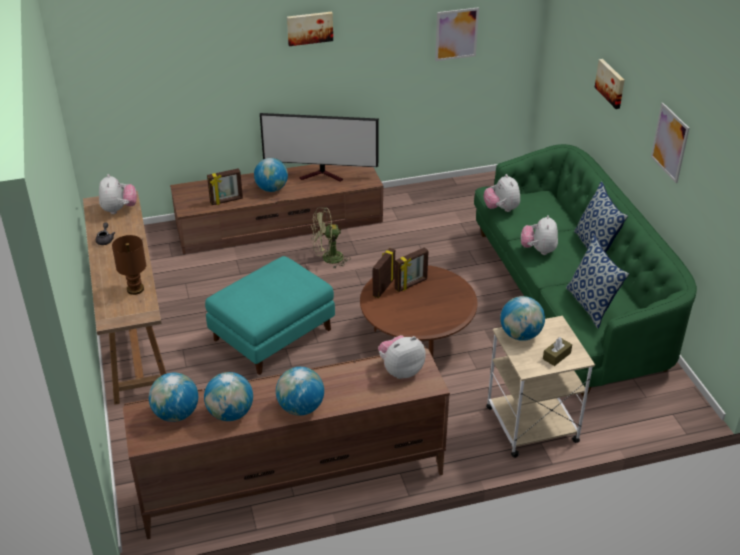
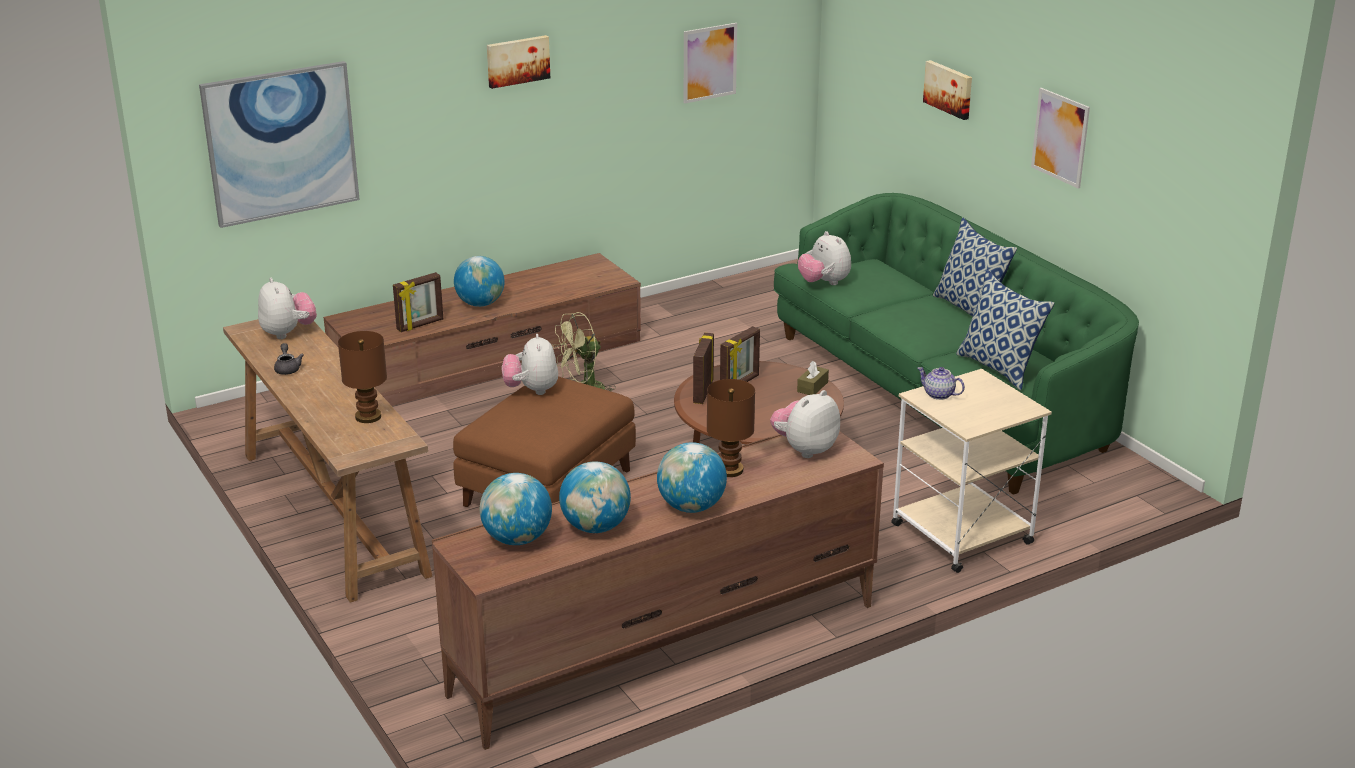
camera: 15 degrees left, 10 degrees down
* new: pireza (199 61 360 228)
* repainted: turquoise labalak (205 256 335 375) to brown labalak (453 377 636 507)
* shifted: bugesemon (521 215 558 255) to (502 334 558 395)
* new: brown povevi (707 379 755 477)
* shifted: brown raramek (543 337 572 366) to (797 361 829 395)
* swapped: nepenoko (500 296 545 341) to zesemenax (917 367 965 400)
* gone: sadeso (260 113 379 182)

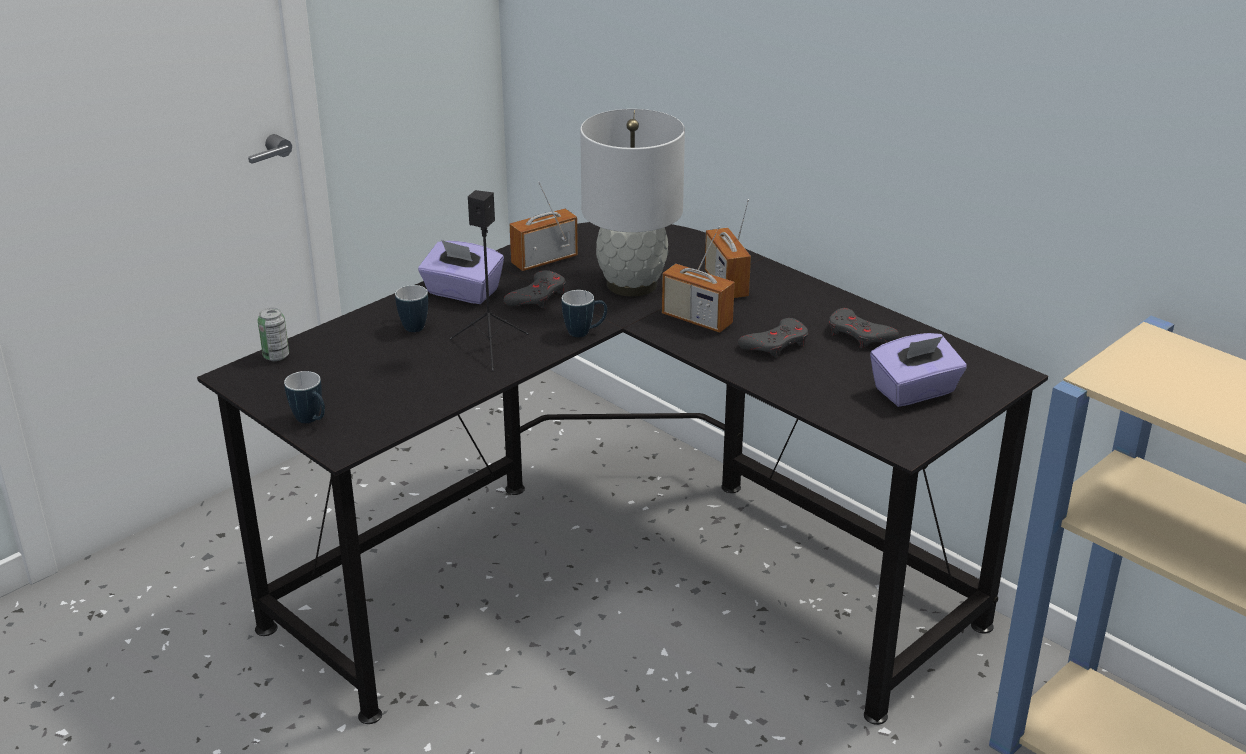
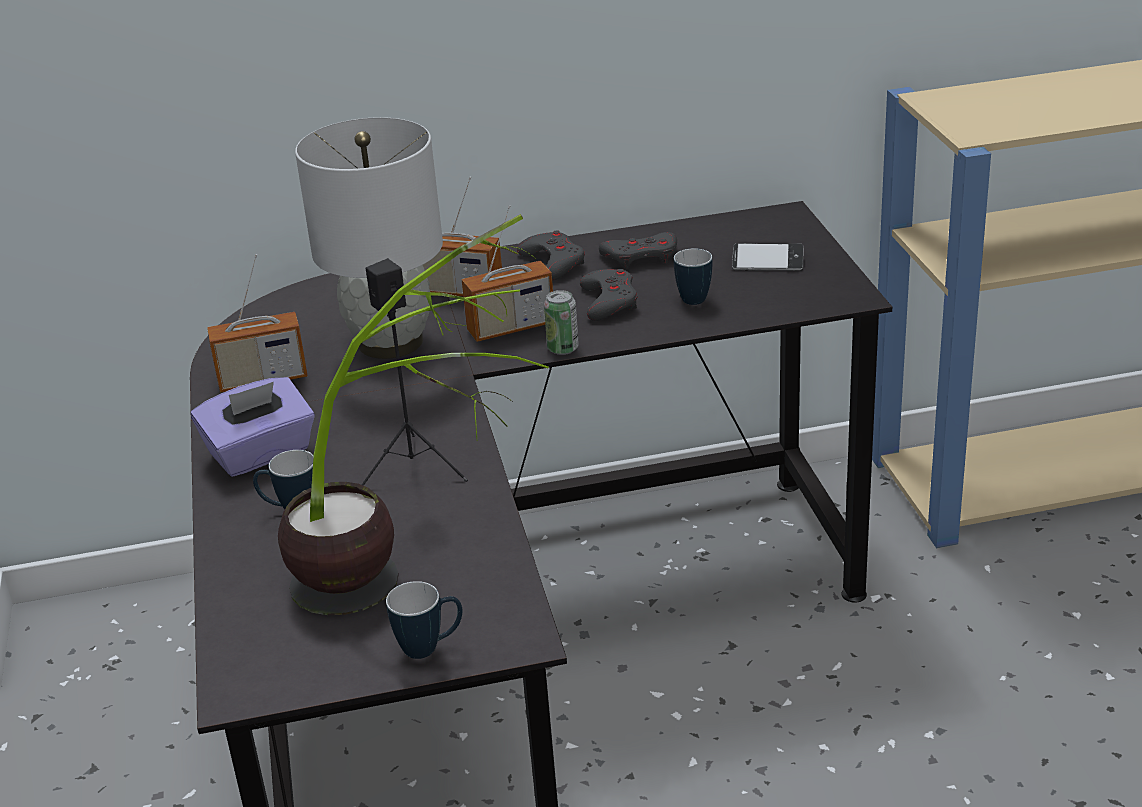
camera: 55 degrees left, 0 degrees up
* rotated: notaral (510 182 578 271) = (207 254 308 393) 105 degrees counterclockwise
* new: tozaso (278 214 549 615)
* shifted: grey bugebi (504 270 566 308) to (517 230 585 280)
* shifted: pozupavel (258 308 289 361) to (544 290 579 355)
* shifted: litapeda (562 290 607 337) to (674 248 713 305)
* swapped: purple raramek (870 333 967 407) to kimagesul (732 243 804 271)

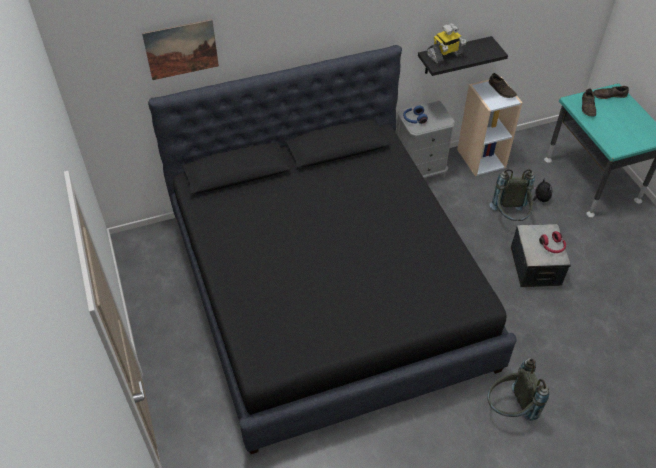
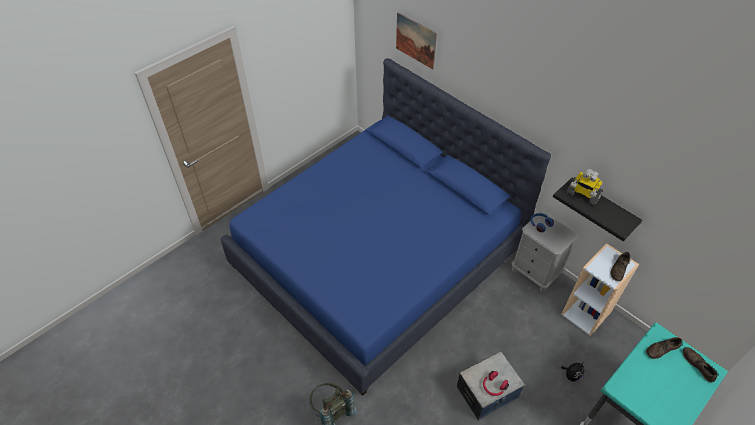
camera: 65 degrees right, 0 degrees up
* repainted: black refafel (148 45 517 454) to blue refafel (221 58 551 395)
* gone: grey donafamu (489 169 535 221)

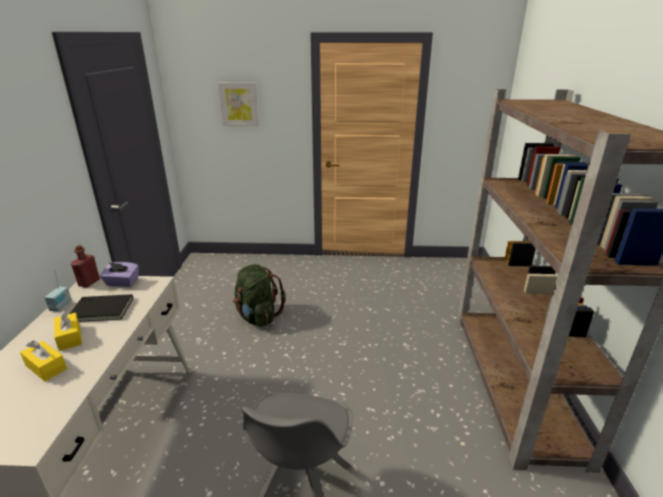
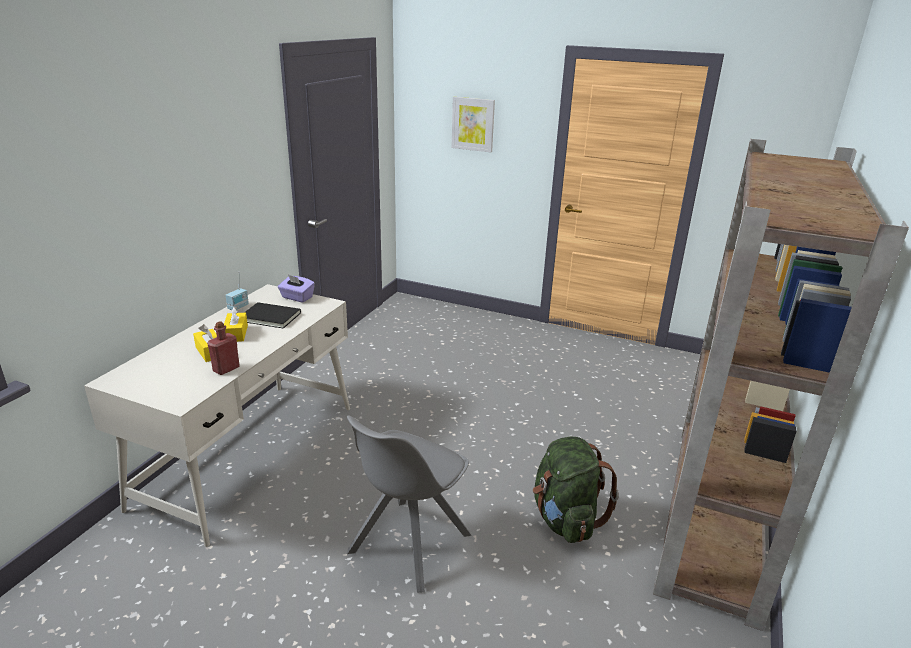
camera: 20 degrees right, 0 degrees up
* shifted: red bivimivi (71 245 100 288) to (207 321 240 375)
* shifted: green donafamu (233 264 285 327) to (533 437 619 543)

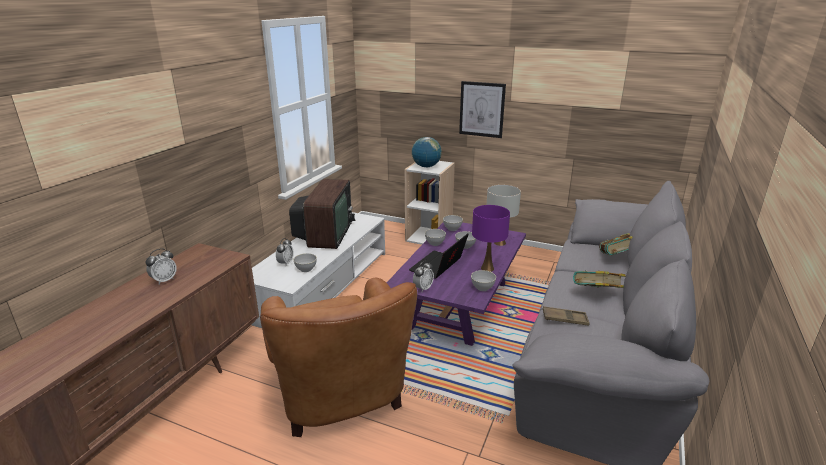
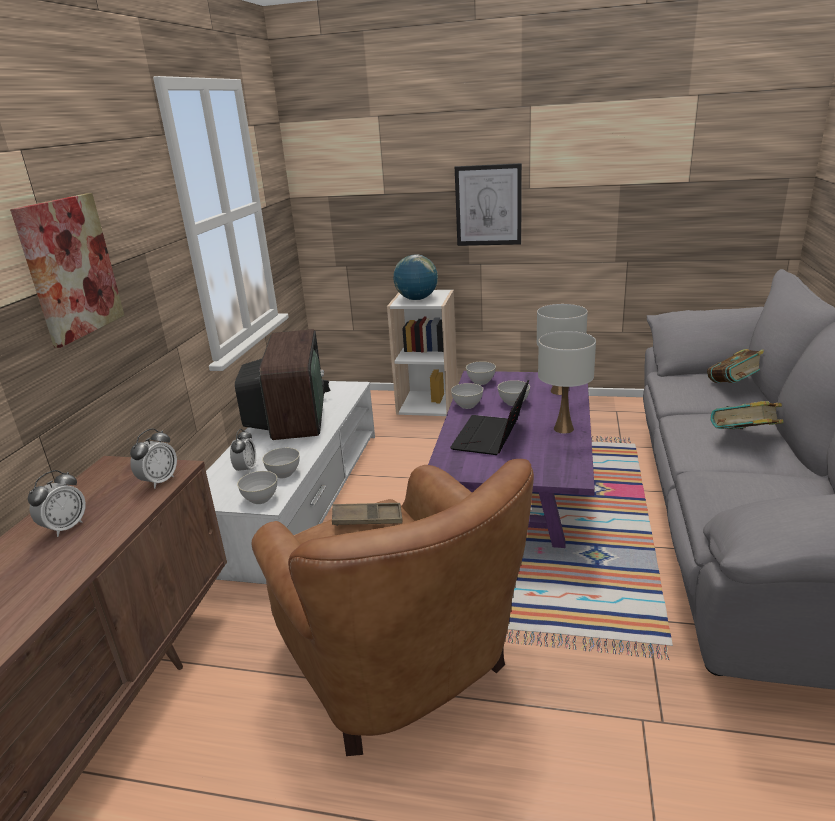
camera: 10 degrees left, 0 degrees up
* new: pireza (10 193 125 348)
* shifted: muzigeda (413 261 434 292) to (130 428 177 489)
* shifted: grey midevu (471 270 496 291) to (237 471 277 504)
* shifted: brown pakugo (543 306 590 326) to (332 503 402 526)
* repainted: purple povevi (472 205 510 272) to white povevi (538 331 596 434)

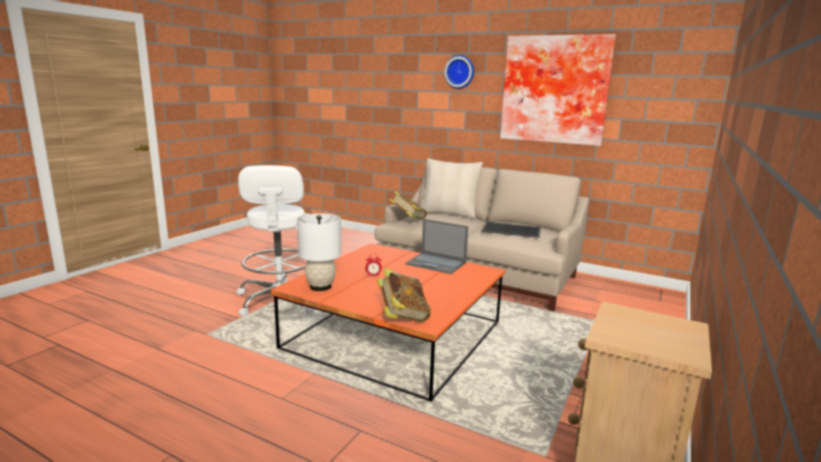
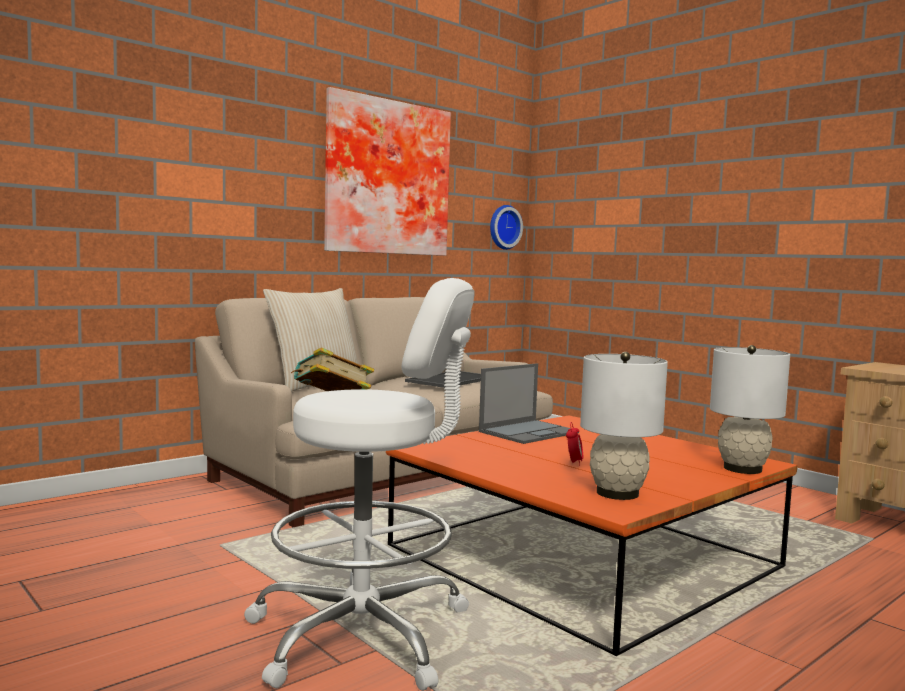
camera: 70 degrees left, 10 degrees down
* shifted: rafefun (444 55 474 89) to (490 205 523 250)
* swapped: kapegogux (377 268 431 323) to white povevi (710 345 790 474)

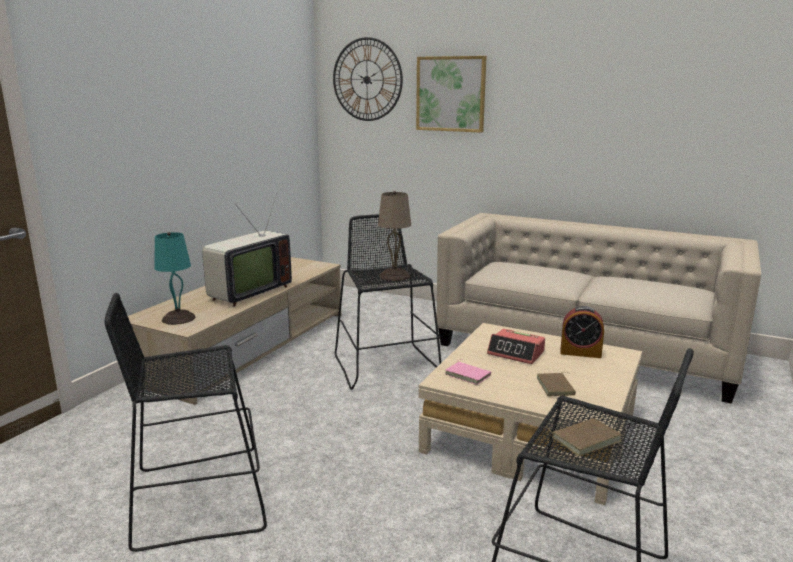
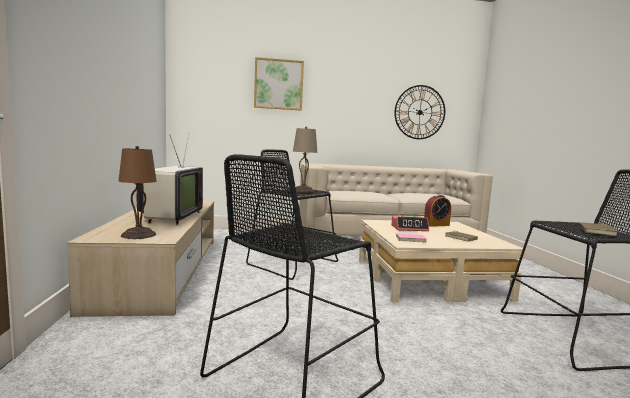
camera: 35 degrees left, 10 degrees down
* repainted: turquoise povevi (154 232 195 325) to brown povevi (118 146 157 239)
* shifted: rafefun (333 37 403 121) to (394 85 445 139)

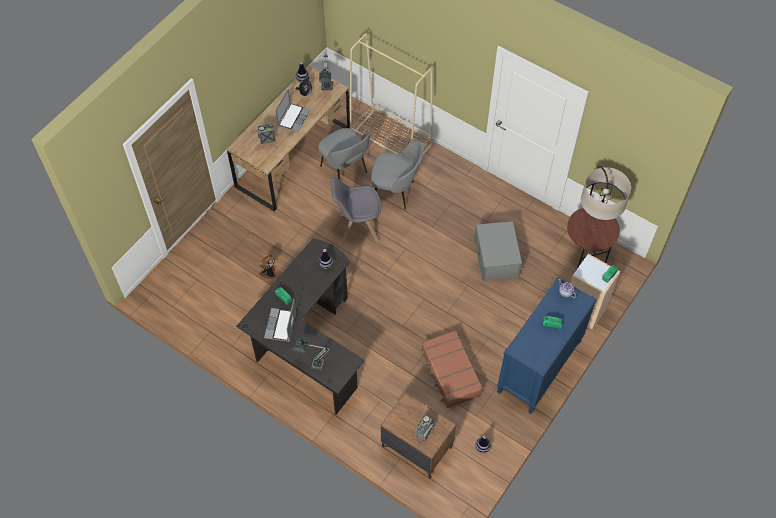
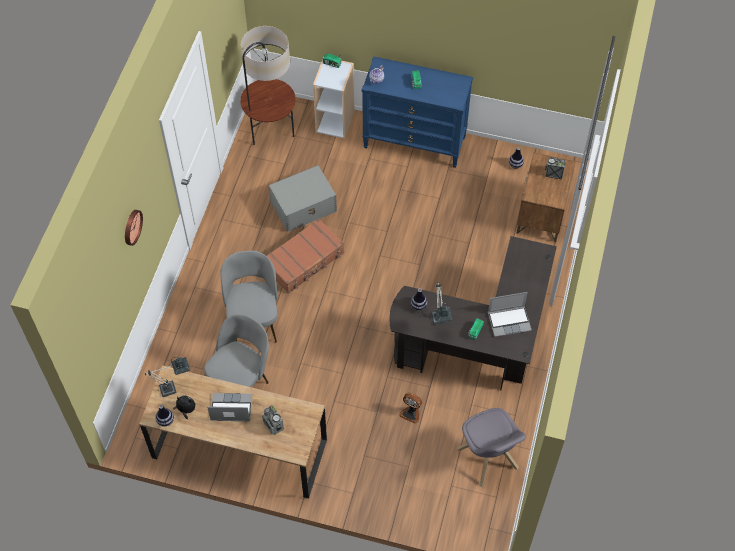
camera: 110 degrees left, 0 degrees up
* new: rafefun (125 210 143 246)
* shifted: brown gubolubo (421 330 483 408) to (267 218 344 293)
* shifted: povevi (291 338 331 371) to (431 282 452 324)
* shifted: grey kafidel (330 177 381 245) to (457 408 526 487)
* gone: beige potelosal (350 33 432 155)

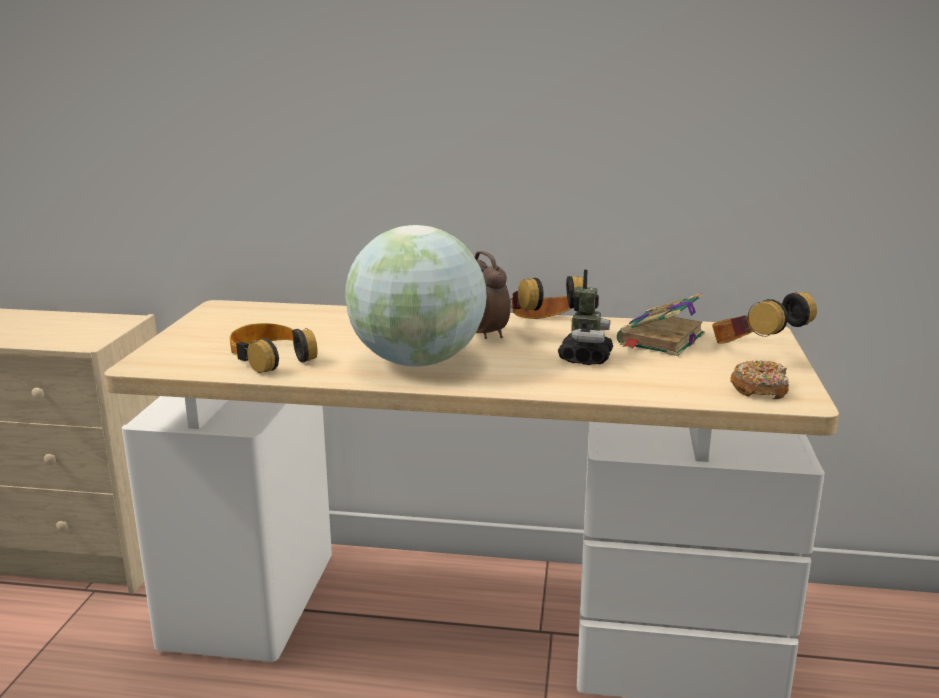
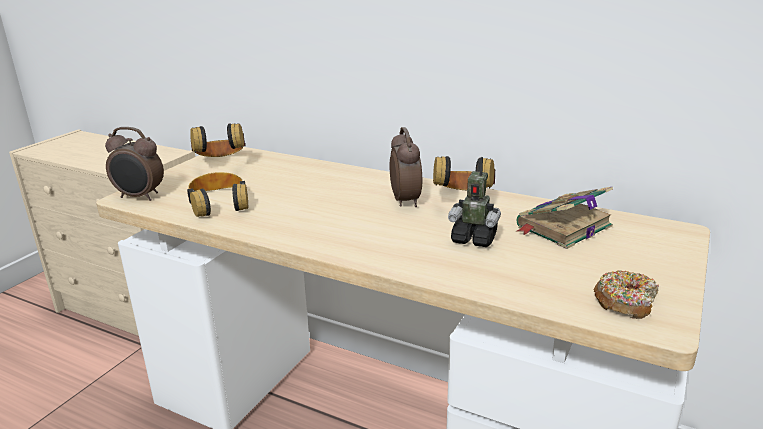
camera: 20 degrees right, 5 degrees up
* new: muzigeda (105 127 164 201)
* shifted: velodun (712 292 817 344) to (190 123 245 157)
* rotated: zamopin (558 269 613 365) = (448 157 501 247) 75 degrees clockwise
* gone: nepenoko (345 225 487 367)

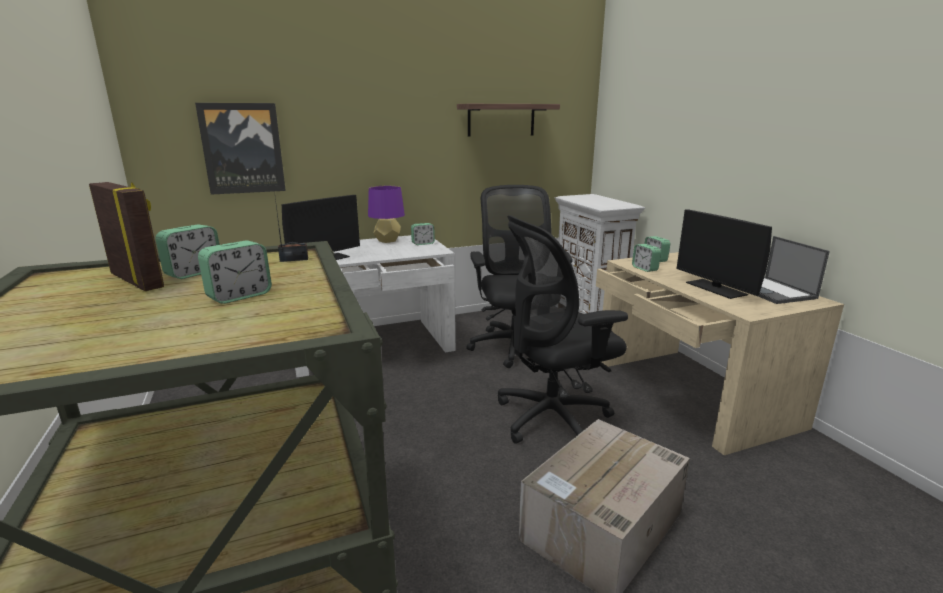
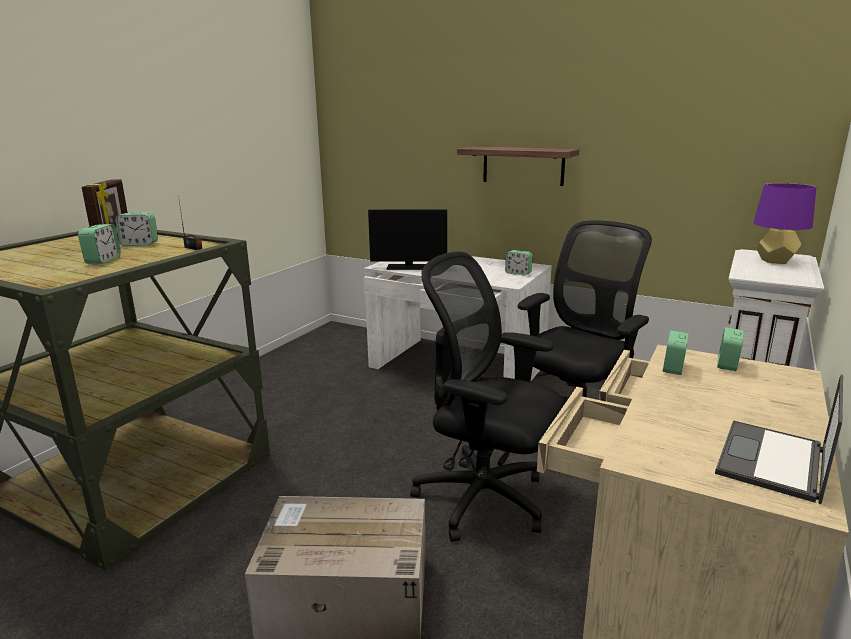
camera: 50 degrees right, 0 degrees up
* rotated: muzigeda (198 240 272 304) = (78 224 121 264) 90 degrees counterclockwise
* shifted: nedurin (457 104 560 137) to (457 146 580 186)
* shifted: purple povevi (368 186 405 243) to (753 183 817 264)
* gone: pireza (195 103 286 195)
* gone: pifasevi (676 209 772 299)

